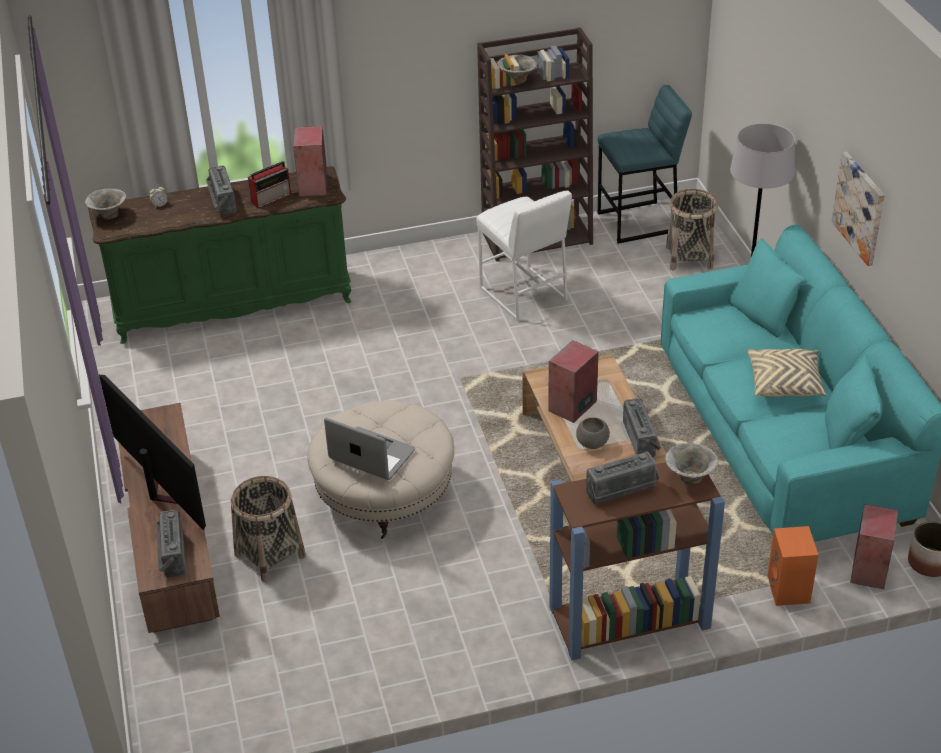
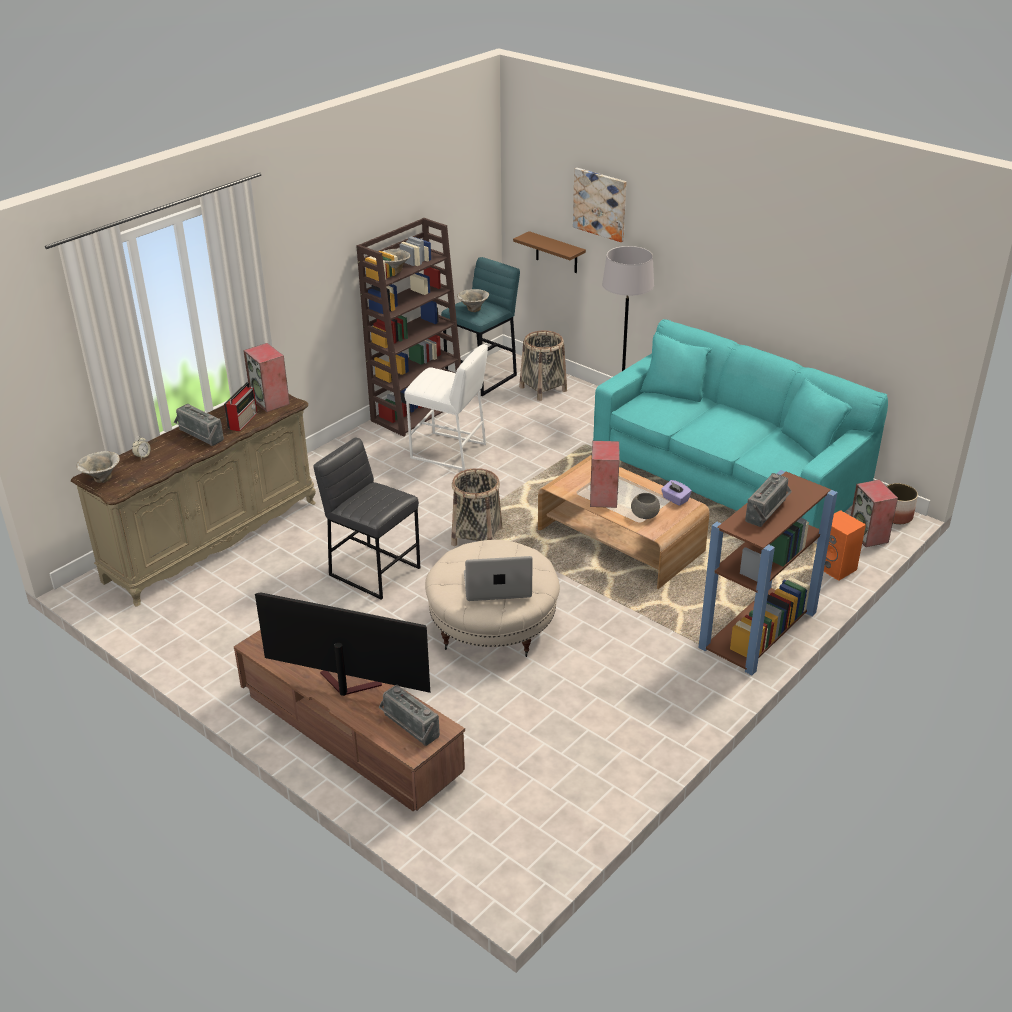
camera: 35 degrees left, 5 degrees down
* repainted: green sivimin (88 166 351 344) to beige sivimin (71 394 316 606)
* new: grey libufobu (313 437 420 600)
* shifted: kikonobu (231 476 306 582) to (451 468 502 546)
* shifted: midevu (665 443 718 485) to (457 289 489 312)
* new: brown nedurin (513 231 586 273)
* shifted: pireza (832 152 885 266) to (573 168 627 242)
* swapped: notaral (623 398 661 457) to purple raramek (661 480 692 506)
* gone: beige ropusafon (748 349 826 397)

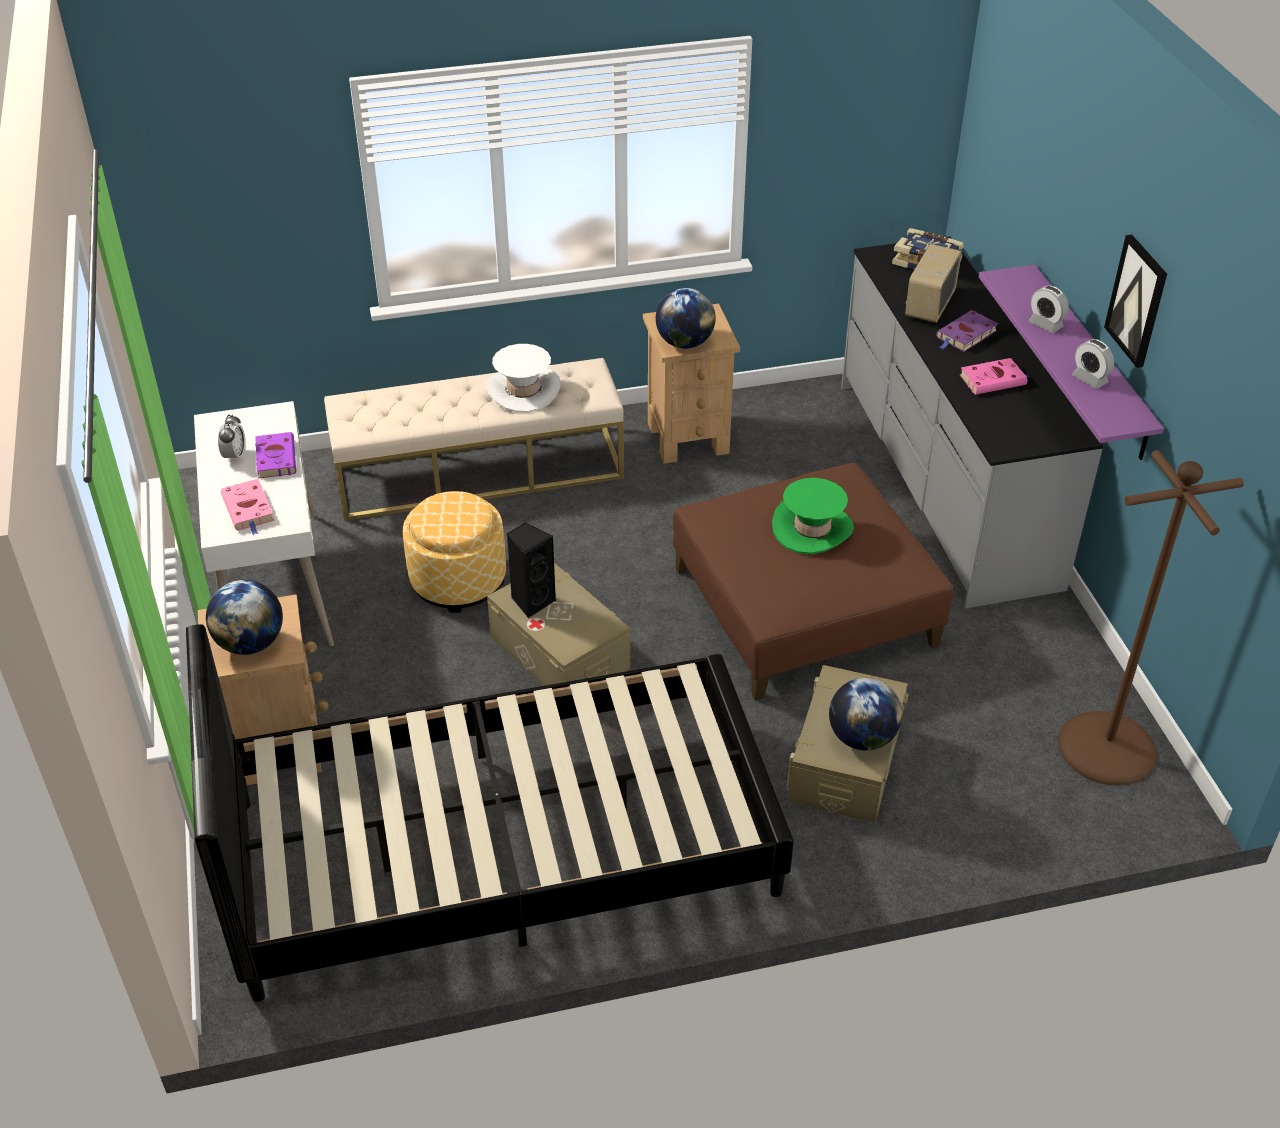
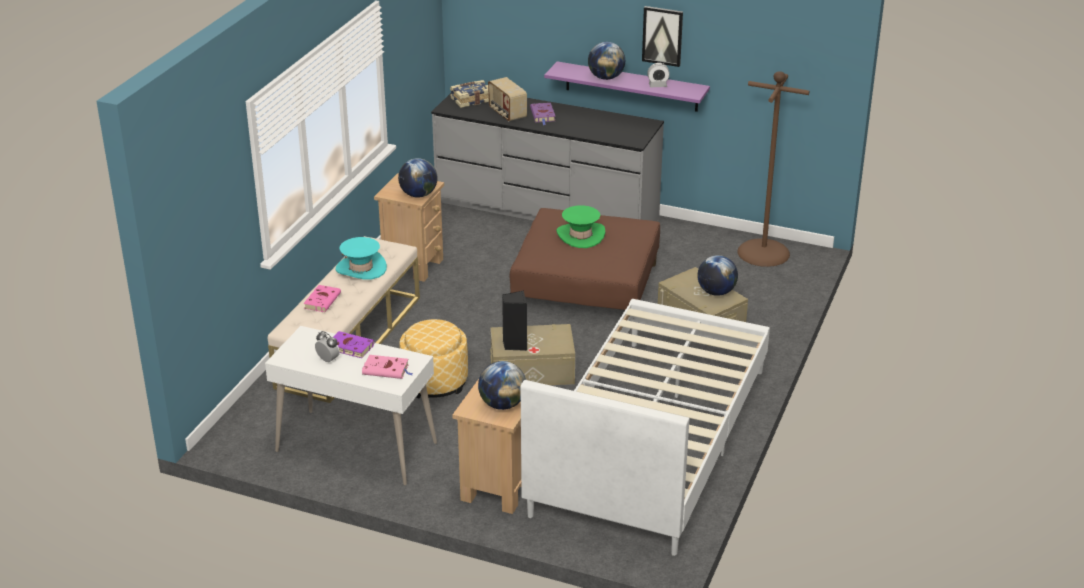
camera: 55 degrees left, 10 degrees down
* shifted: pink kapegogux (960 358 1030 395) to (303 285 341 312)
* repainted: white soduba (486 344 560 413) to turquoise soduba (335 237 387 279)
* repainted: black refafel (186 624 794 1002) to white refafel (521 299 770 556)
* swapped: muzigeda (1028 286 1069 333) to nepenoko (588 42 625 80)

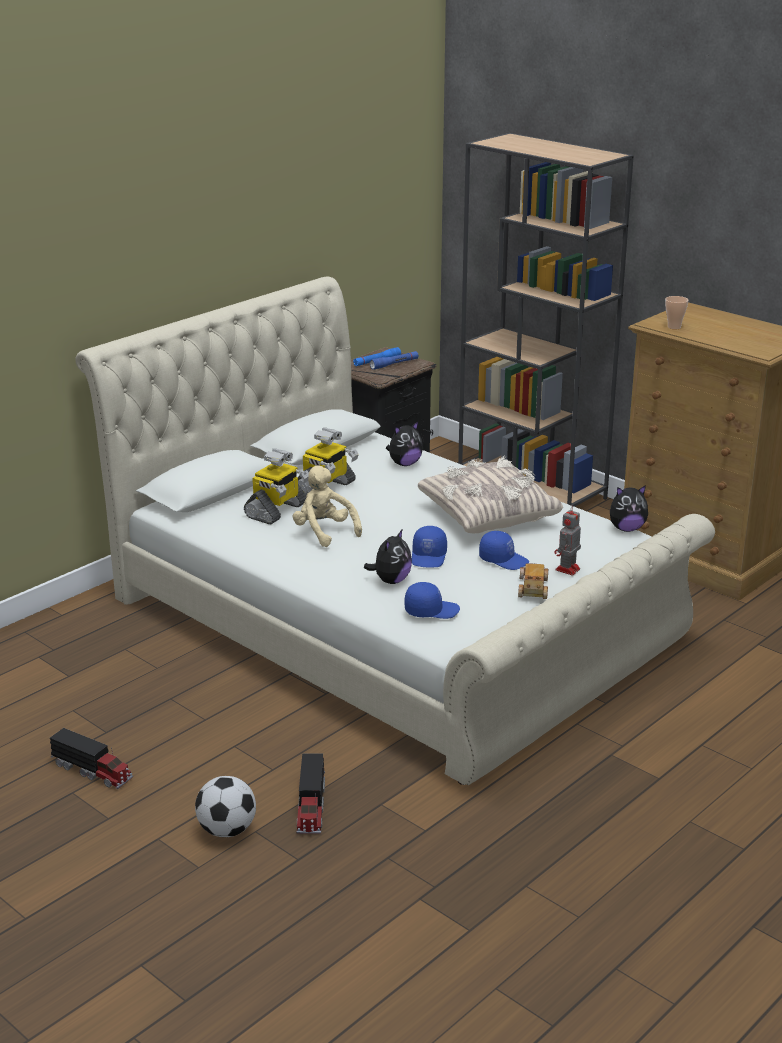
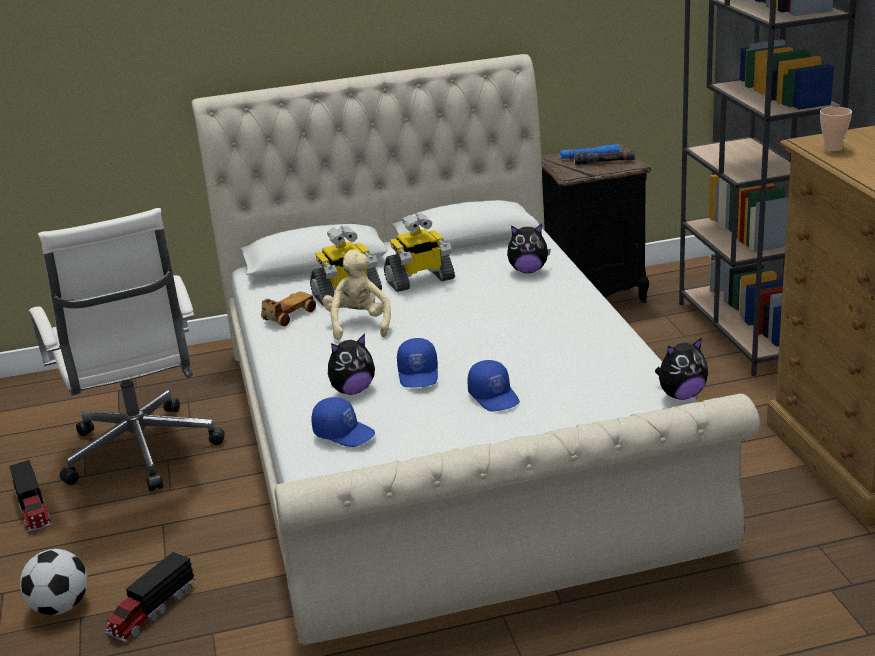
camera: 35 degrees right, 0 degrees up
* new: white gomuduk (29 208 225 491)
* shifted: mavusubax (518 563 548 599) to (261 292 316 326)
* rotated: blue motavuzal (412 526 447 567) = (397 338 438 387) 45 degrees counterclockwise
* repainted: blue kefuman (370 351 419 369) to black kefuman (574 151 635 165)
* rotated: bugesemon (610 485 648 532) = (655 337 708 400) 45 degrees counterclockwise
* gone: beige ropusafon (418 457 563 533)
* gone: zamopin (554 506 581 576)

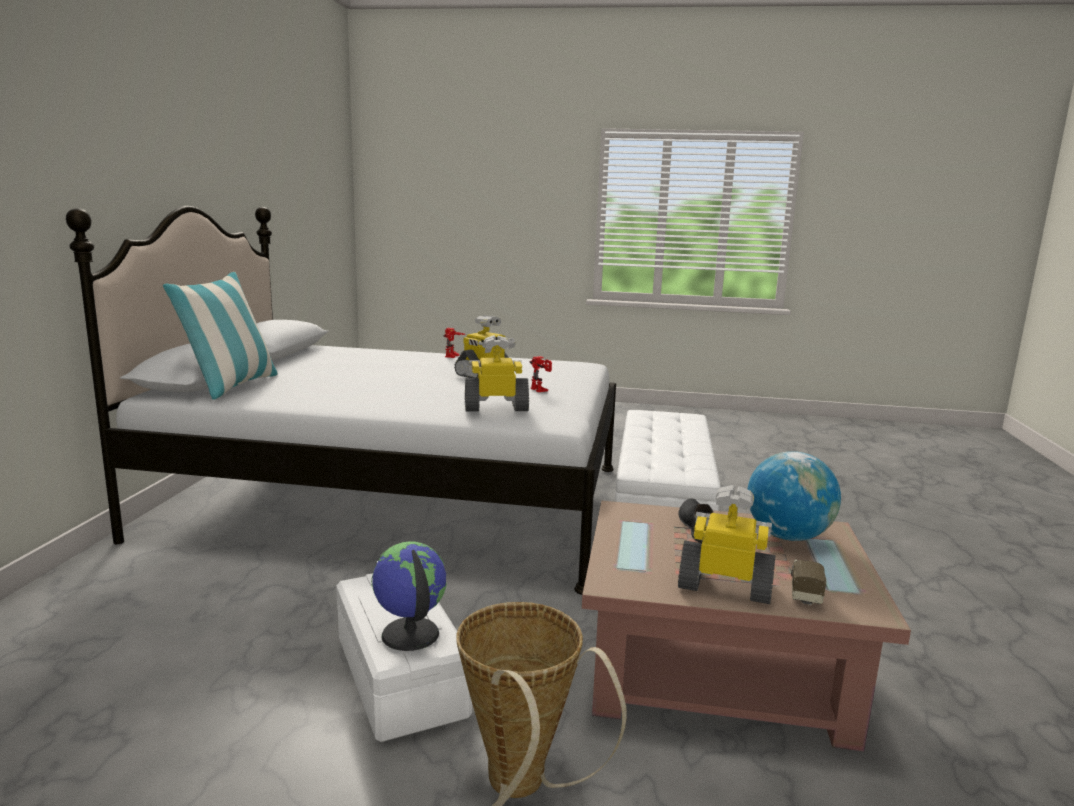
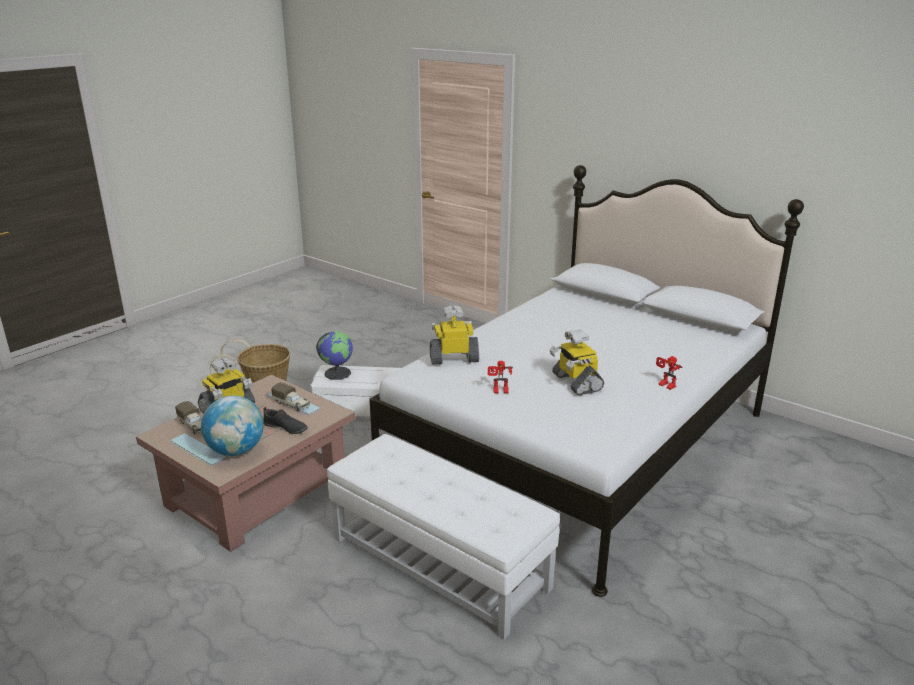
camera: 120 degrees right, 10 degrees up
* new: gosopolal (271 382 310 411)
* rotated: zamopin (465 335 529 411) = (429 305 479 365) 120 degrees counterclockwise
* gone: ropusafon (163 272 278 400)

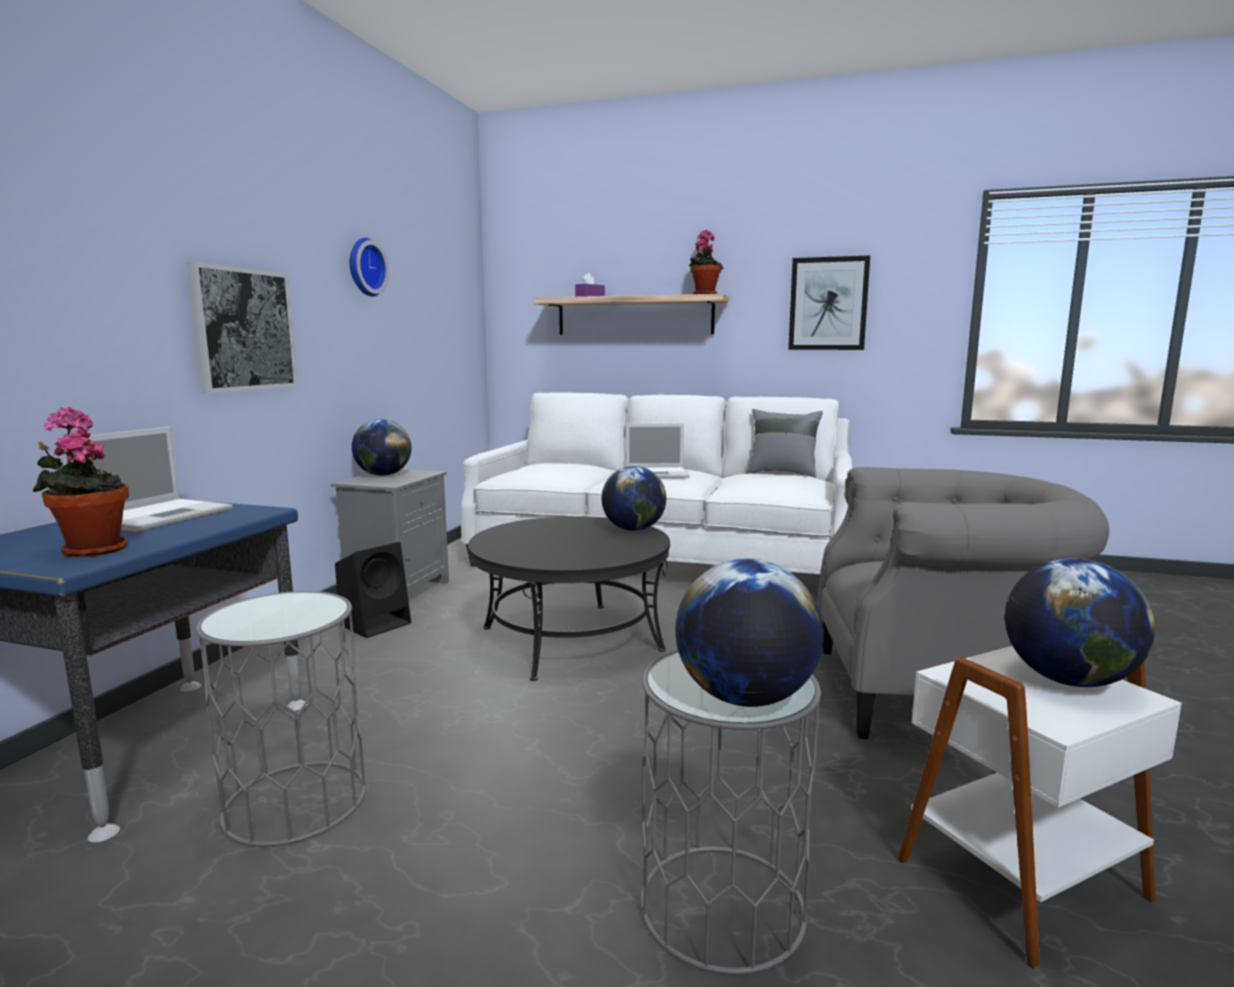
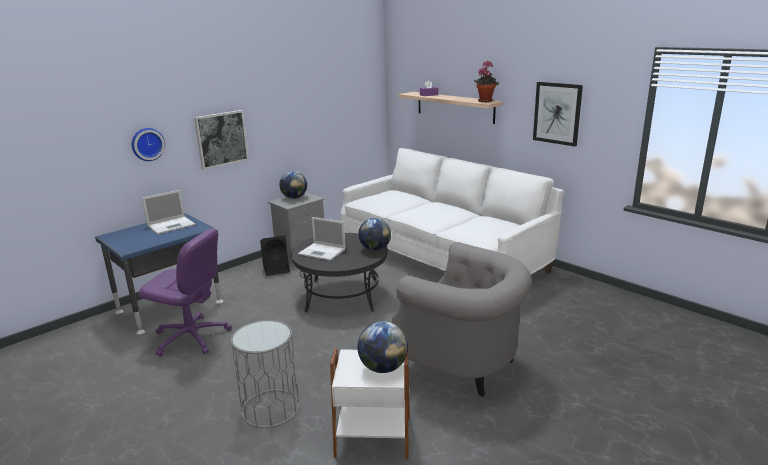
camera: 30 degrees right, 10 degrees up
* shifted: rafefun (350 238 389 297) to (132 128 165 161)
* swapped: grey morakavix (195 591 366 846) to purple gomuduk (139 228 232 356)
* shifted: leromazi (626 423 690 478) to (298 217 346 261)
* gone: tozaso (33 407 129 557)
* gone: nepenoko (675 559 823 707)
* gone: grey ropusafon (747 409 823 477)

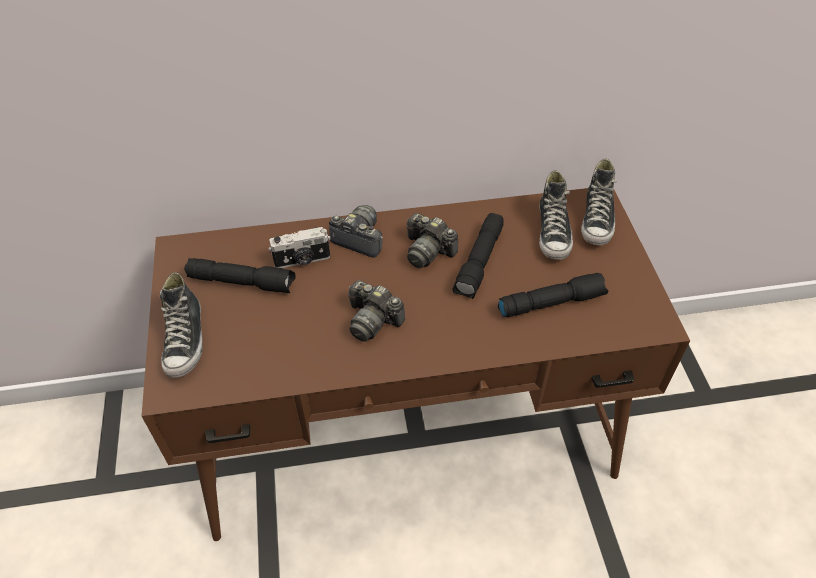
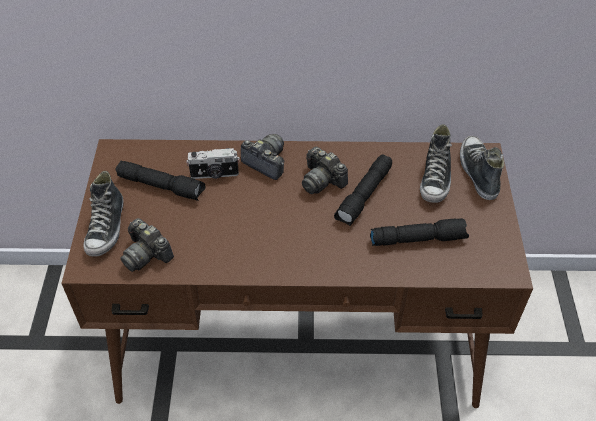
camera: 10 degrees right, 0 degrees up
* shifted: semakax (348 280 405 342) to (120 218 174 272)
* rotated: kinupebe (581 159 617 245) = (460 136 504 200) 150 degrees clockwise

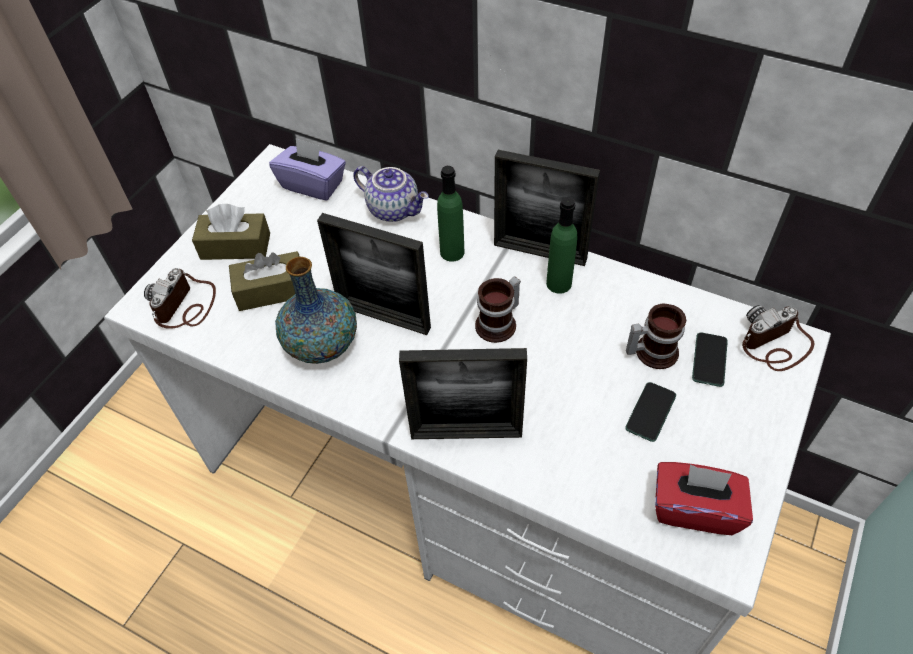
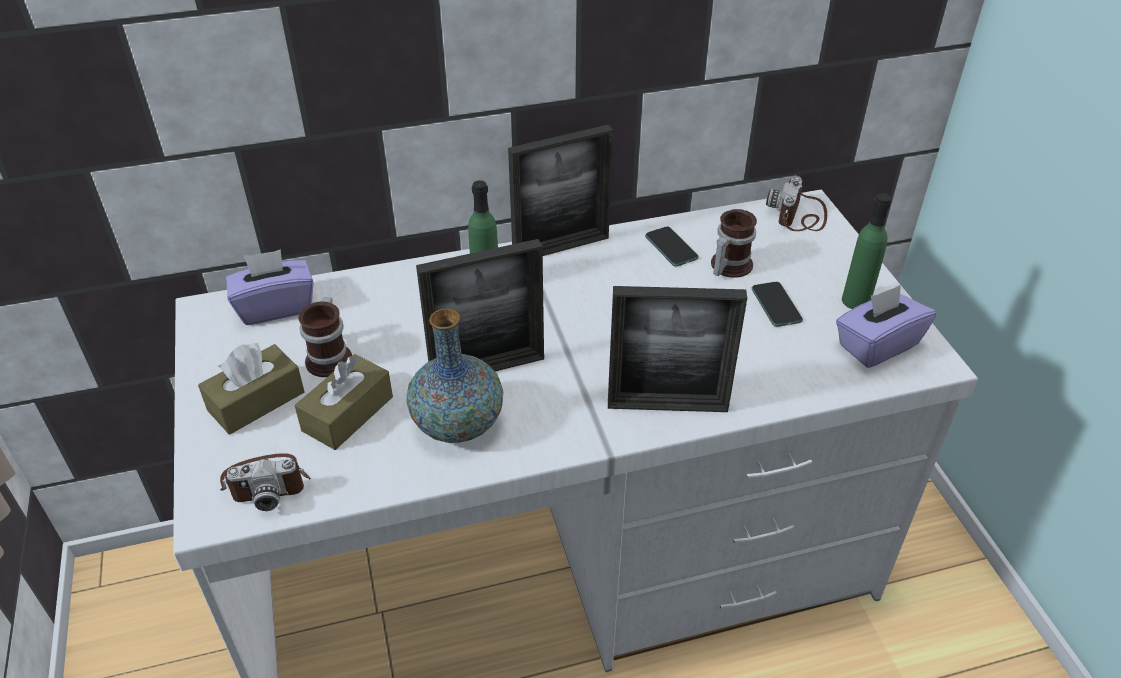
camera: 45 degrees left, 10 degrees down
* rotated: semakax (144 268 216 329) = (220 453 311 511) 75 degrees counterclockwise
* shifted: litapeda (475 276 521 343) to (298 297 352 377)
* rotated: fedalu (399 348 527 439) = (608 286 747 412) 45 degrees clockwise
* shifted: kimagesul (692 333 728 387) to (645 226 699 267)
* repainted: red raramek (655 462 753 535) to purple raramek (836 285 936 368)
* shifted: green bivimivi (546 197 578 294) to (842 193 891 309)
* gone: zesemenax (353 166 429 222)

